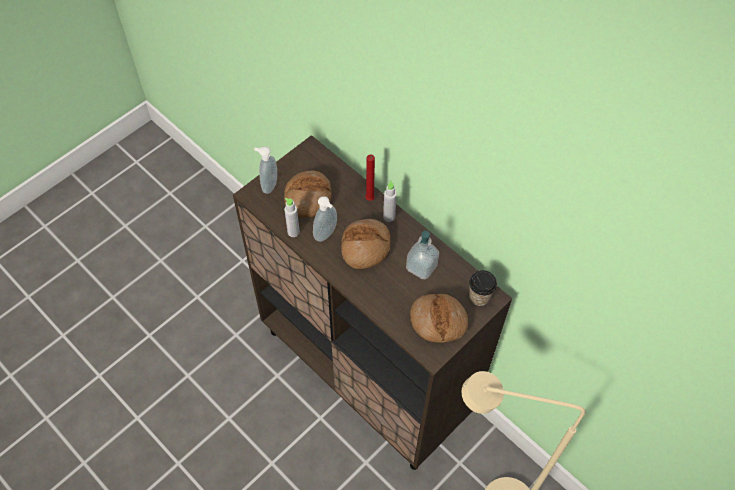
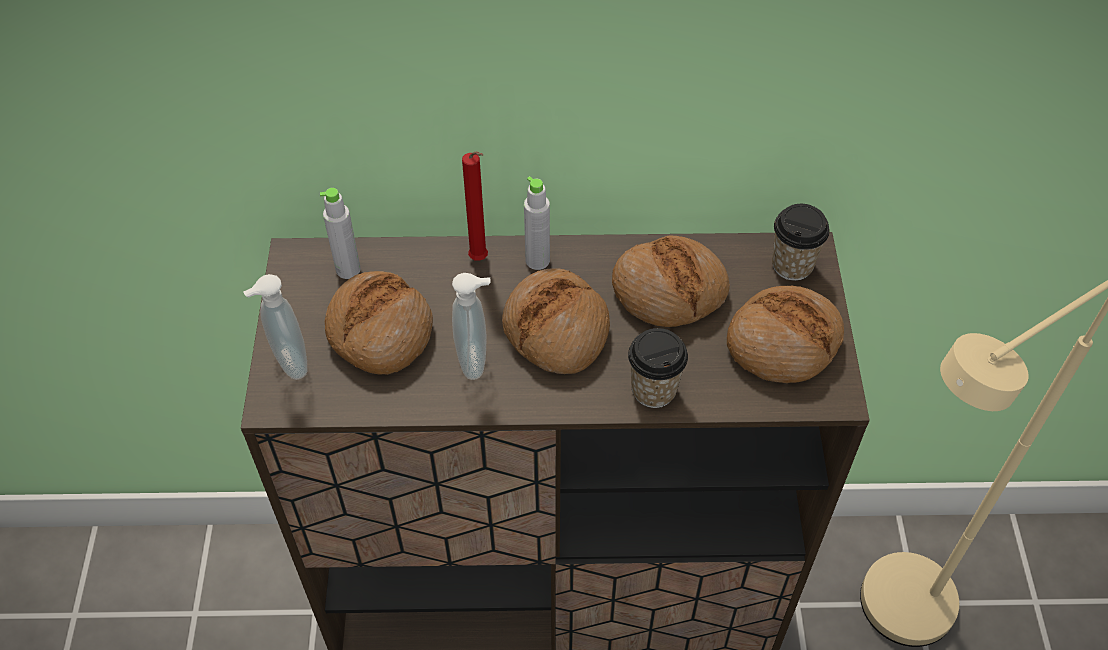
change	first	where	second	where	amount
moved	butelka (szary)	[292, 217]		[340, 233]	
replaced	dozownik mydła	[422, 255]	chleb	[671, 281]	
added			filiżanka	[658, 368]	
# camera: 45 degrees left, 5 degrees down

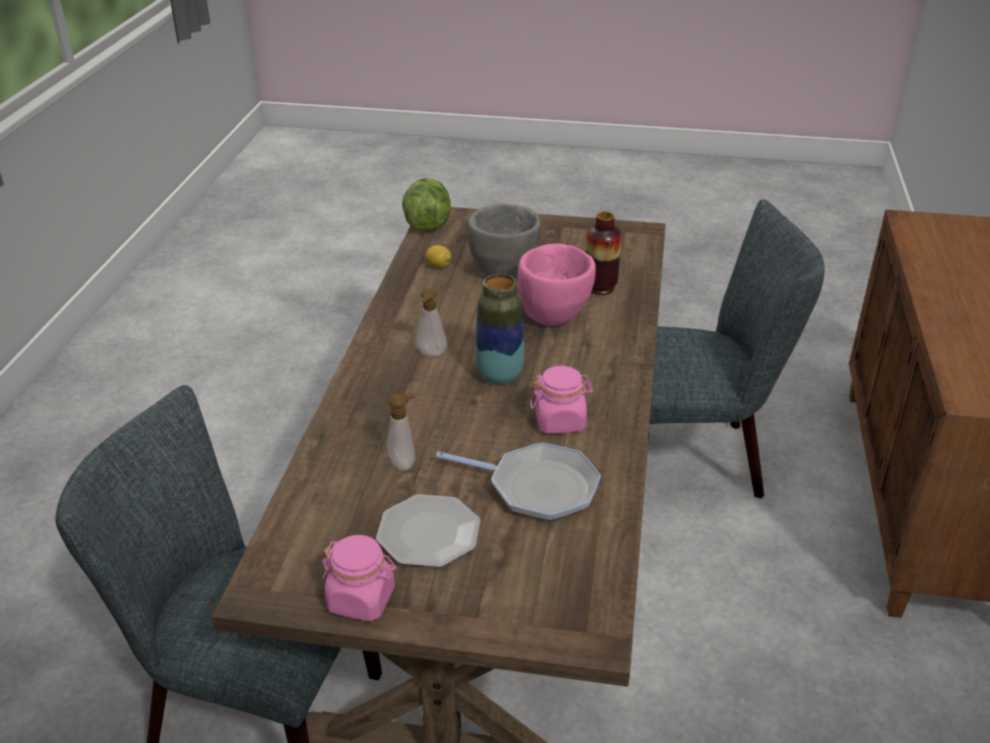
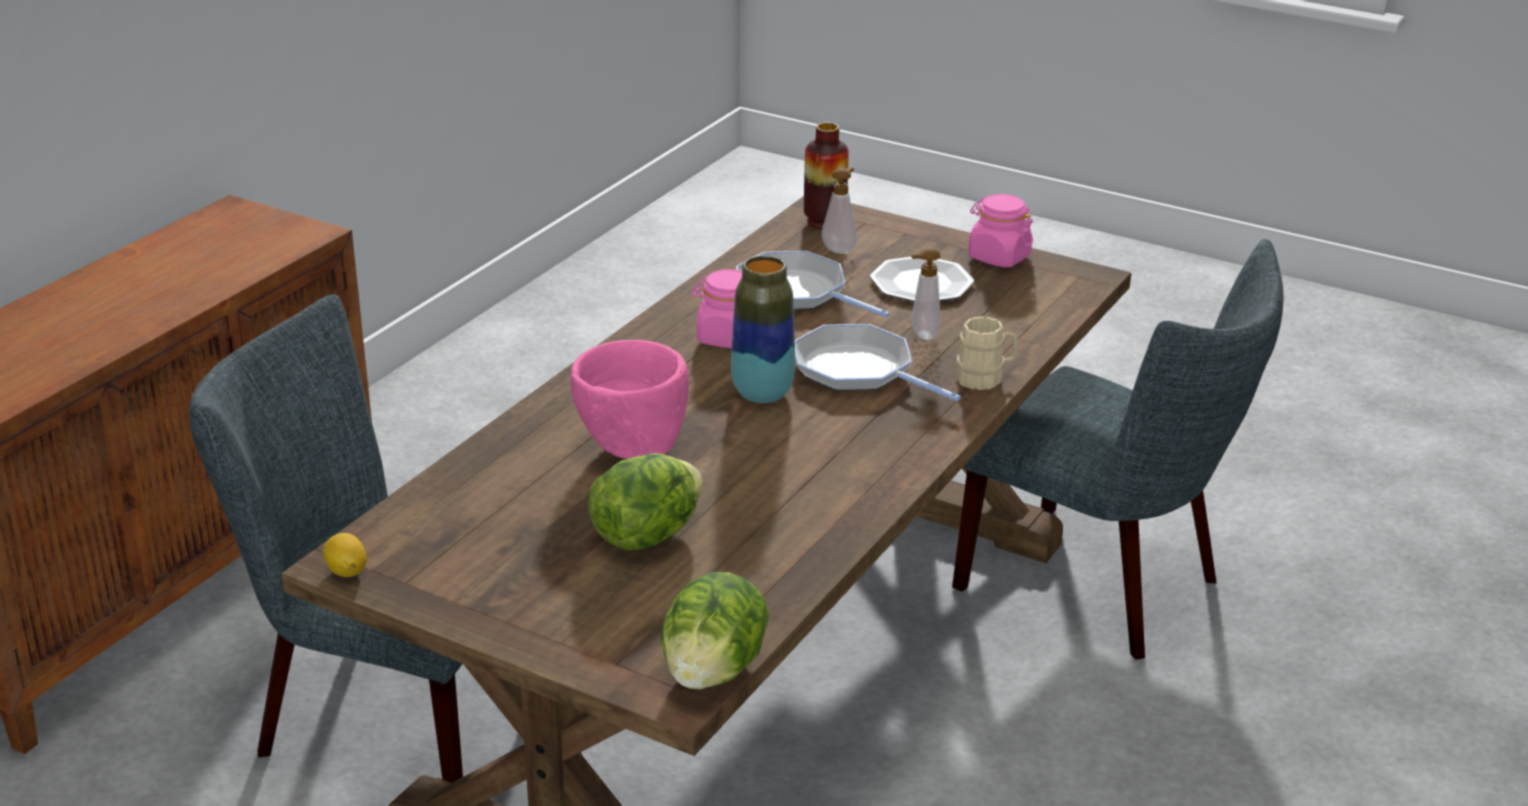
change	first	where	second	where	amount
replaced	miska (szary)	[504, 240]	sałata	[645, 501]	
moved	wazon	[604, 253]		[826, 176]	
moved	cytryna	[438, 256]		[344, 555]	
moved	dozownik mydła	[431, 322]		[839, 210]	
added			kubek (beżowy)	[987, 353]	
added			patelnia	[878, 362]	
# camera: 160 degrees left, 5 degrees down

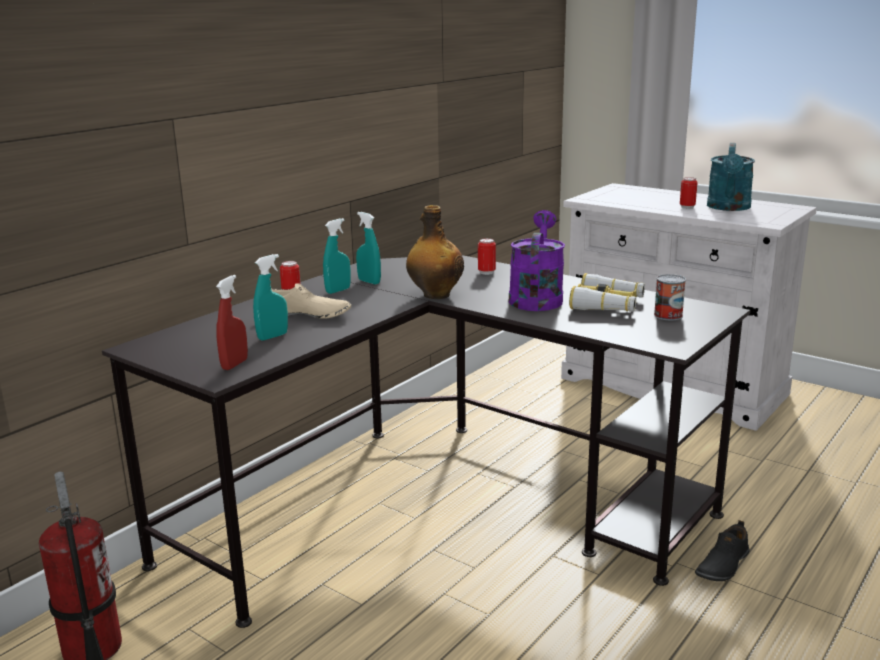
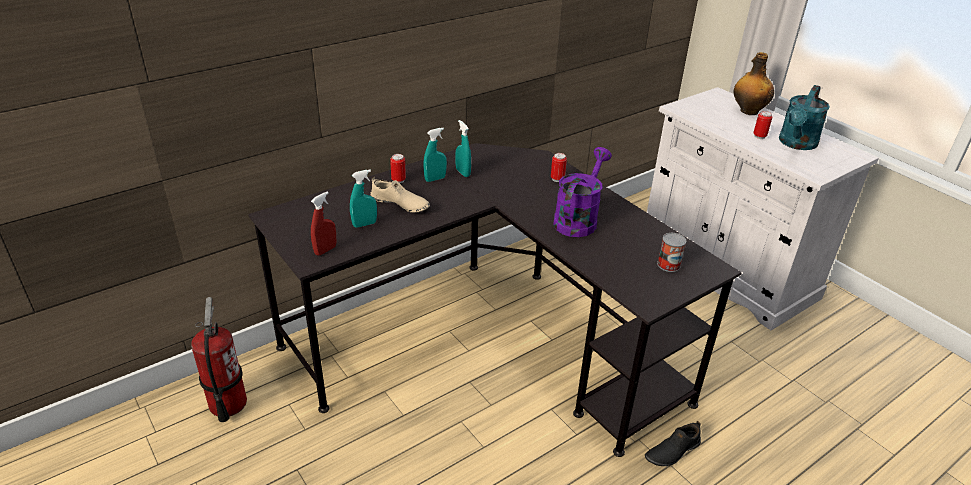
change	first	where	second	where	amount
moved	butelka	[435, 252]		[753, 83]	
removed	lornetka	[607, 292]			
# camera: 15 degrees right, 15 degrees up

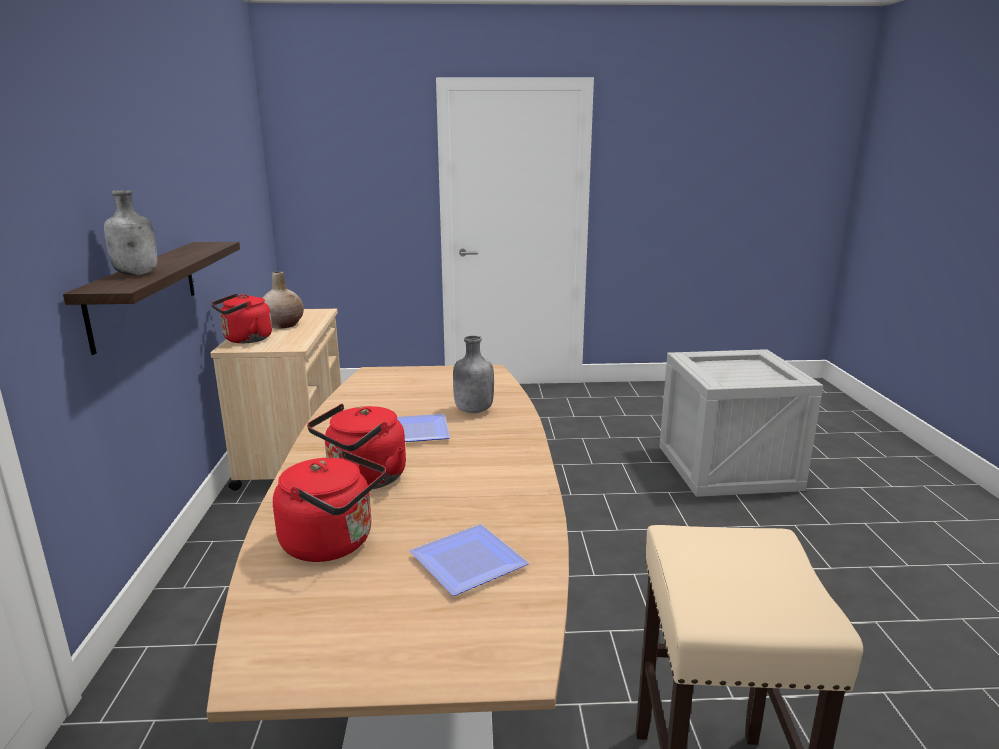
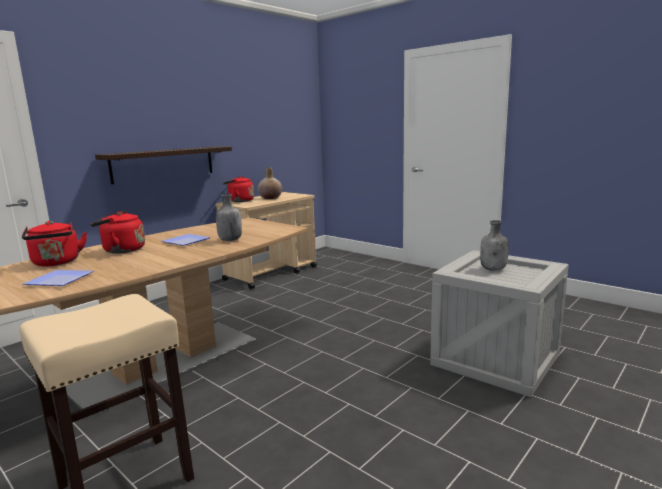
change	first	where	second	where	amount
moved	butelka (szary)	[130, 232]		[494, 245]	
# camera: 45 degrees right, 5 degrees down

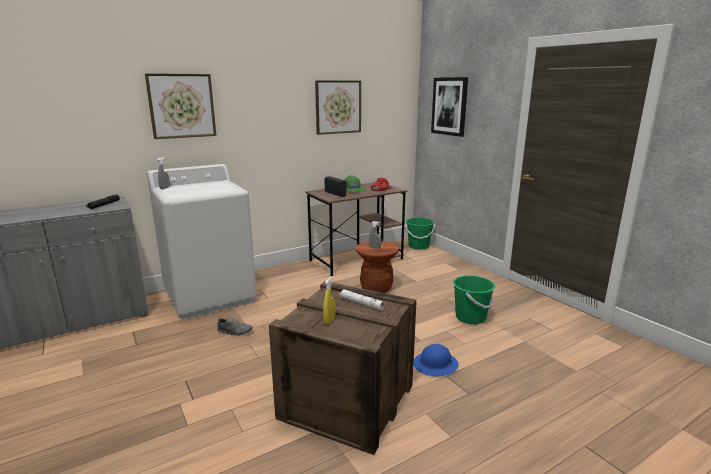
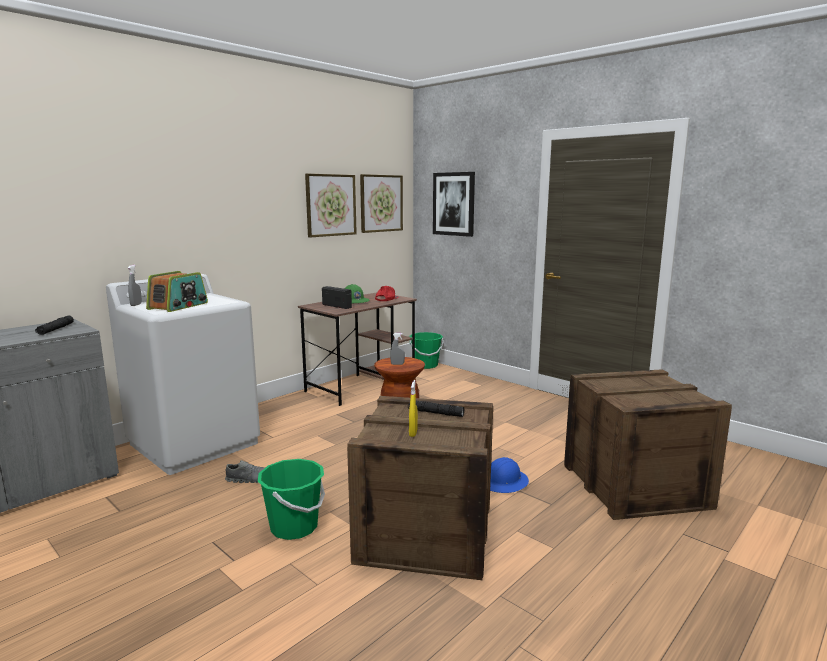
change	first	where	second	where	amount
moved	obraz	[180, 106]		[381, 203]	
moved	wiadro (zielony)	[474, 300]		[291, 499]	
recoloured	latarka (biały)	[361, 299]	latarka (czarny)	[436, 409]	
added			radio	[177, 291]	
added			skrzynka	[648, 444]	
# camera: 15 degrees left, 5 degrees down

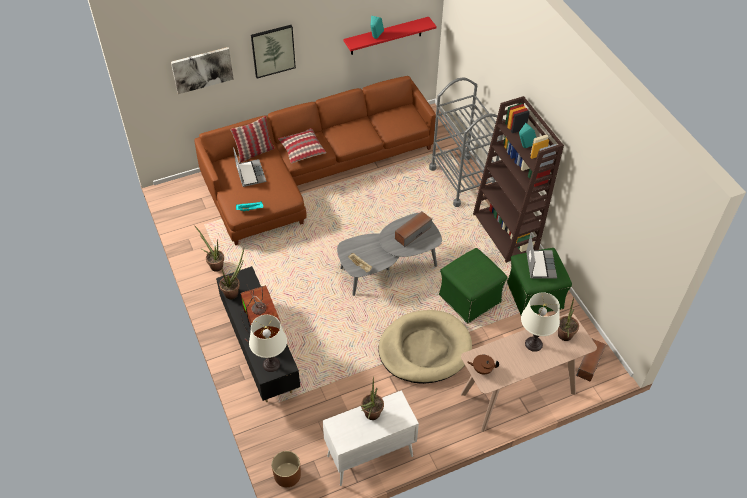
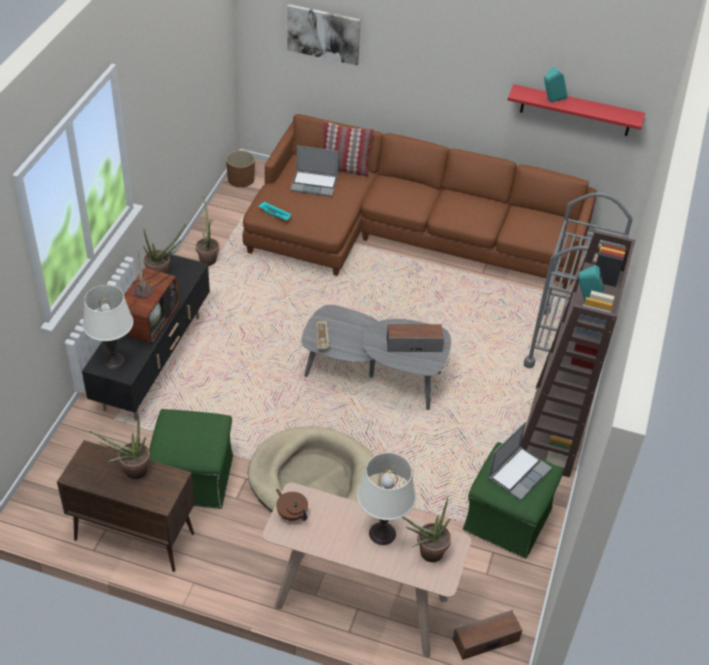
change	first	where	second	where	amount
removed	obraz	[273, 51]			
removed	poduszka	[302, 145]			
turned	laptop	[249, 167]		[315, 171]	75 degrees clockwise
moved	pufa (zielony)	[473, 286]		[191, 459]	
recoloured	szafka (biały)	[371, 438]	szafka (brązowy)	[126, 506]	
moved	donica (brązowy)	[286, 469]		[240, 168]	
# camera: 40 degrees right, 5 degrees down

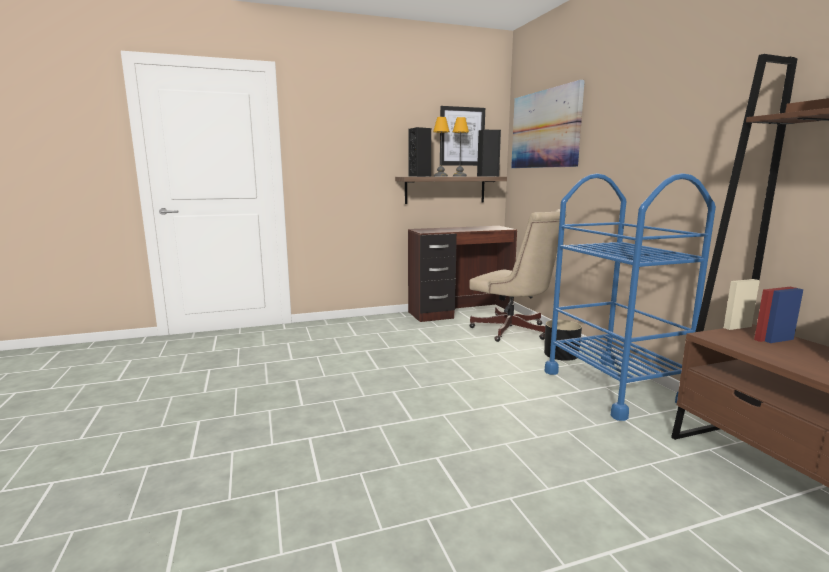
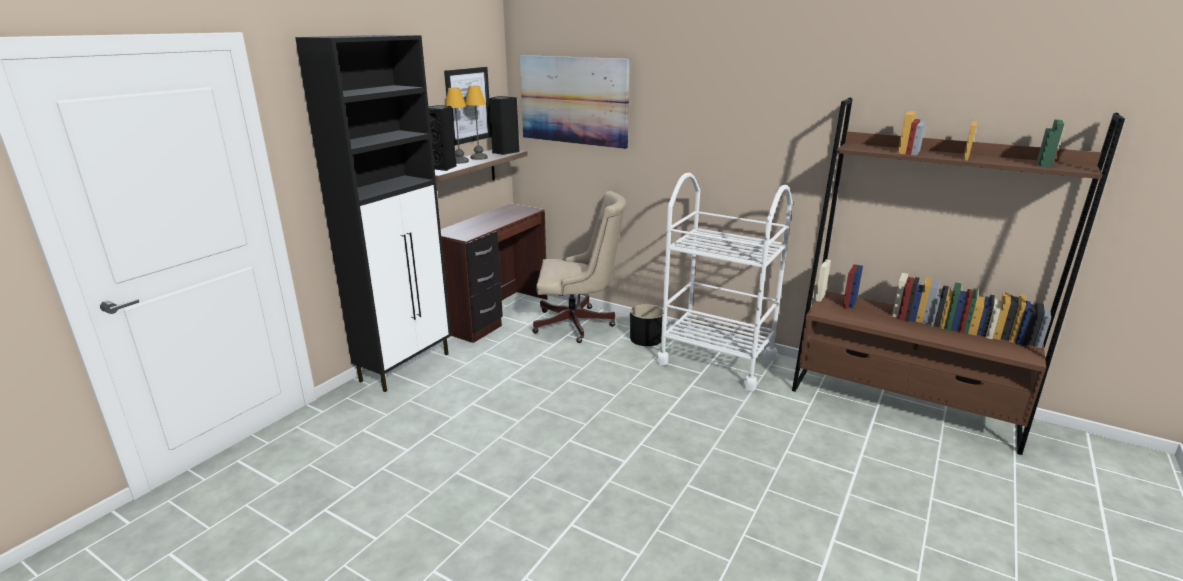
change	first	where	second	where	amount
recoloured	wózek (niebieski)	[630, 297]	wózek (biały)	[724, 281]	
added			szafka (czarny)	[373, 213]	
# camera: 40 degrees left, 10 degrees up

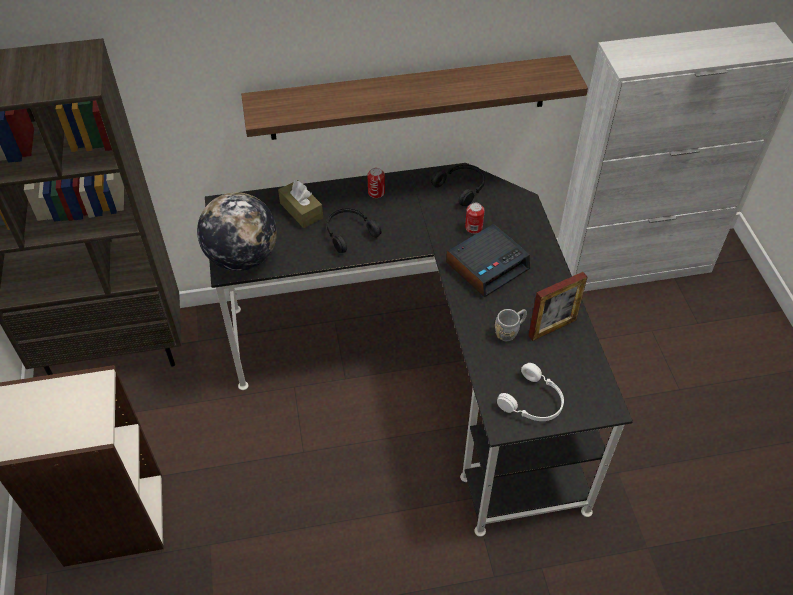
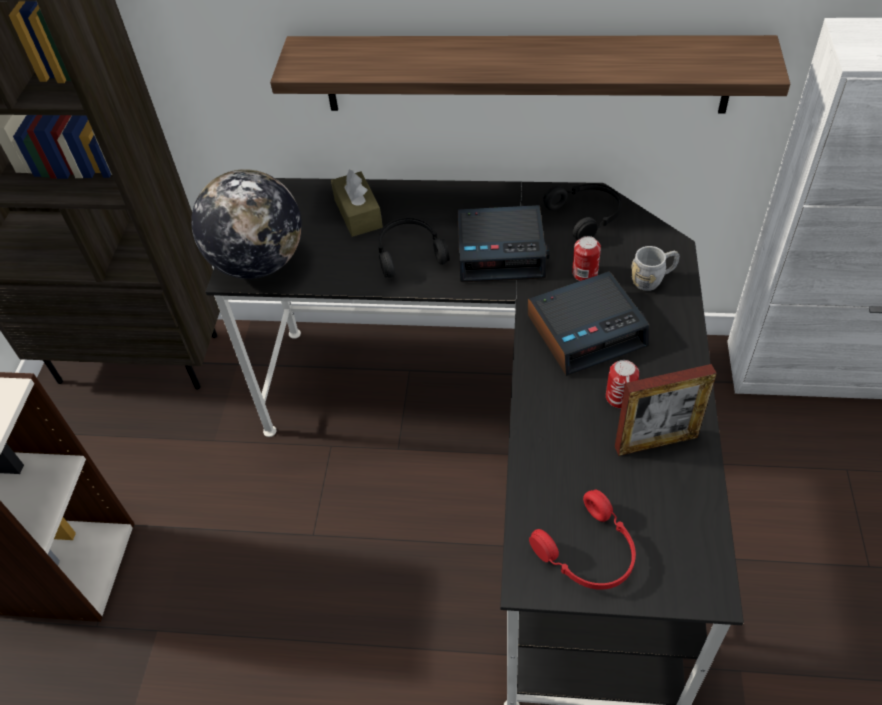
change	first	where	second	where	amount
moved	puszka	[376, 183]		[622, 384]	
moved	kubek (szary)	[511, 325]		[655, 268]	
recoloured	słuchawki (biały)	[530, 392]	słuchawki (czerwony)	[582, 540]	
added			budzik	[503, 243]	
# camera: 20 degrees right, 0 degrees up

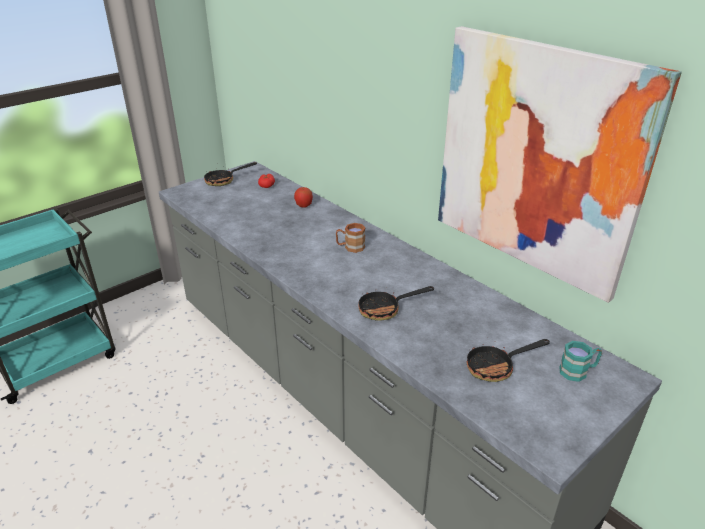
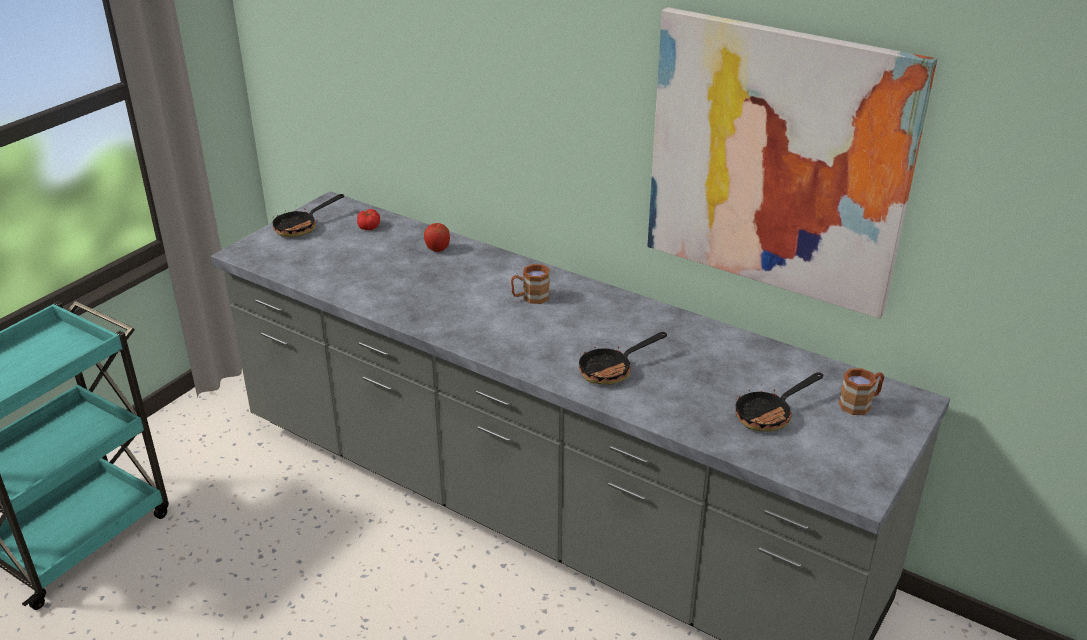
change	first	where	second	where	amount
recoloured	kubek (turkusowy)	[580, 361]	kubek (brązowy)	[861, 391]	
# camera: 15 degrees left, 0 degrees up

